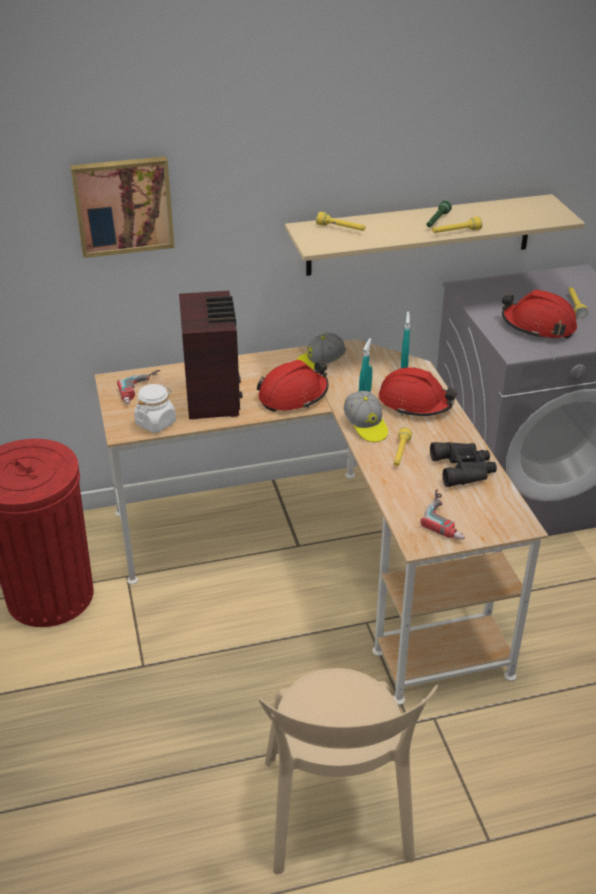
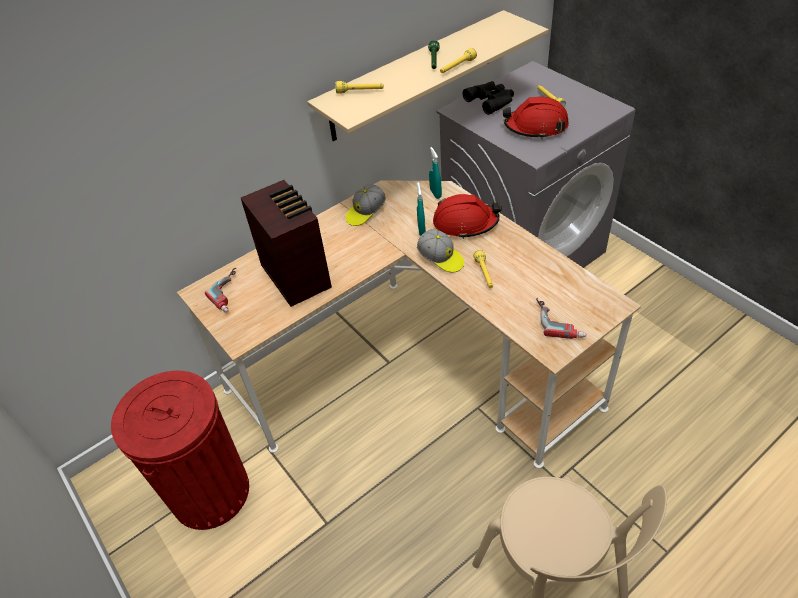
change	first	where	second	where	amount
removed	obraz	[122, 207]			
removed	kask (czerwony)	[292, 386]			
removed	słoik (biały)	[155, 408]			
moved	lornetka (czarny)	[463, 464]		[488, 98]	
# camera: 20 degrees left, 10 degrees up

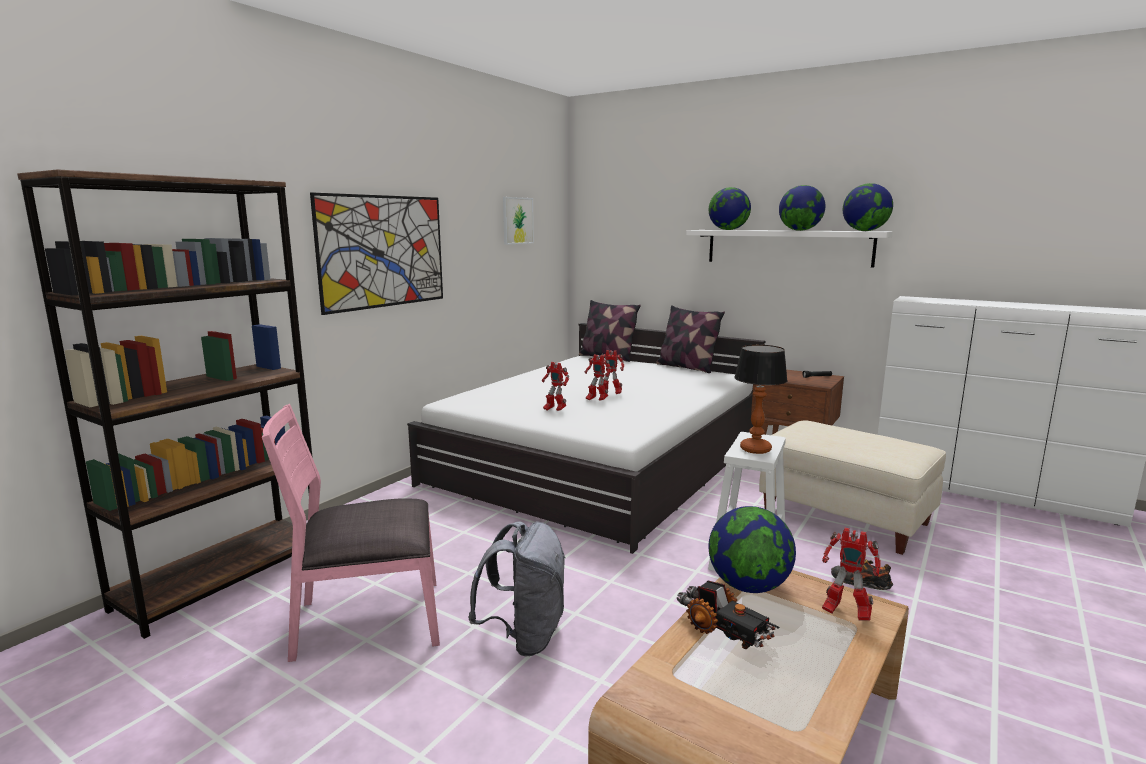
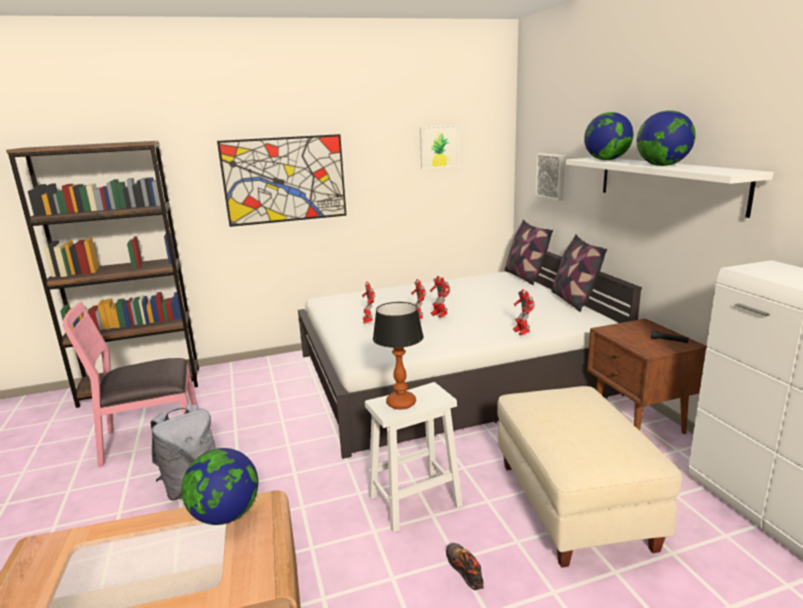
change	first	where	second	where	amount
removed	globus	[868, 207]			
turned	krzesło (różowy)	[351, 533]		[130, 384]	45 degrees counterclockwise
moved	robot zabawkowy	[851, 574]		[524, 312]	
removed	ciężarówka zabawkowa	[728, 615]			
added			obraz	[550, 177]	
# camera: 40 degrees right, 5 degrees up

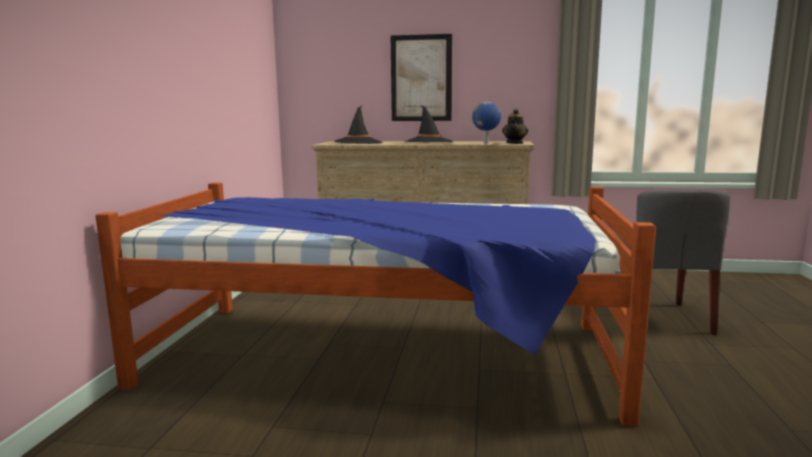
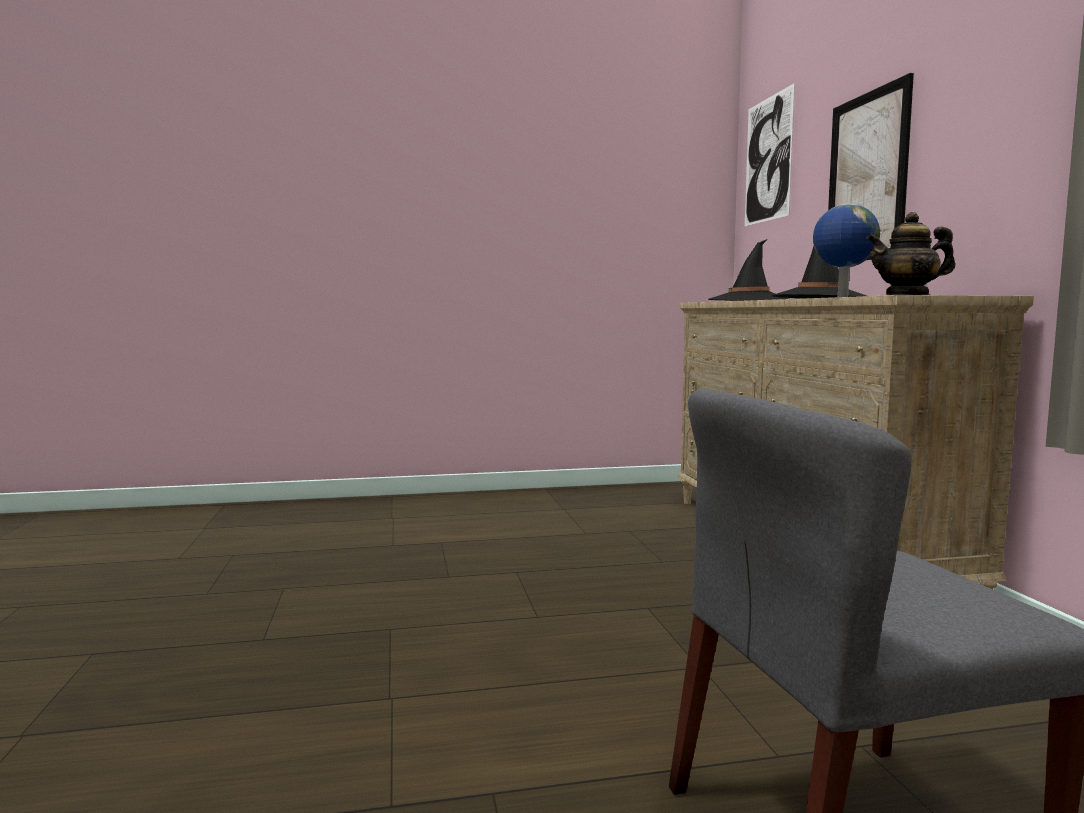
change	first	where	second	where	amount
removed	łóżko	[375, 304]			
added			obraz	[770, 154]	
# camera: 70 degrees right, 5 degrees down

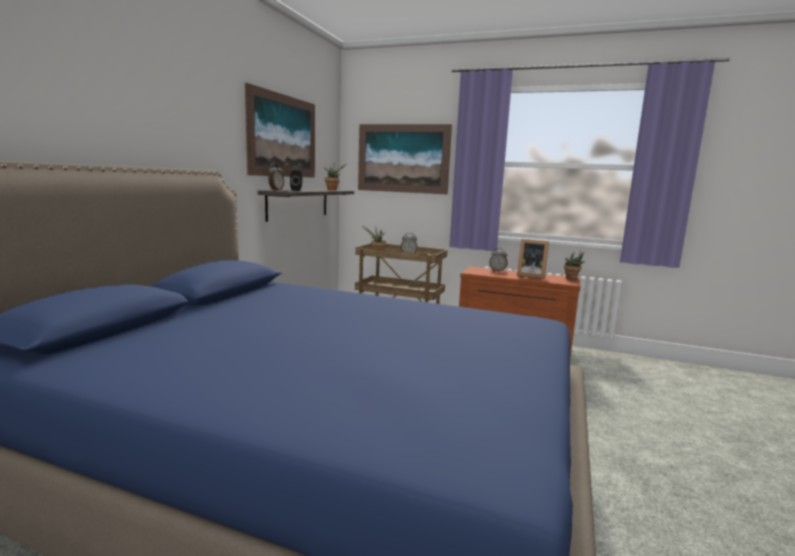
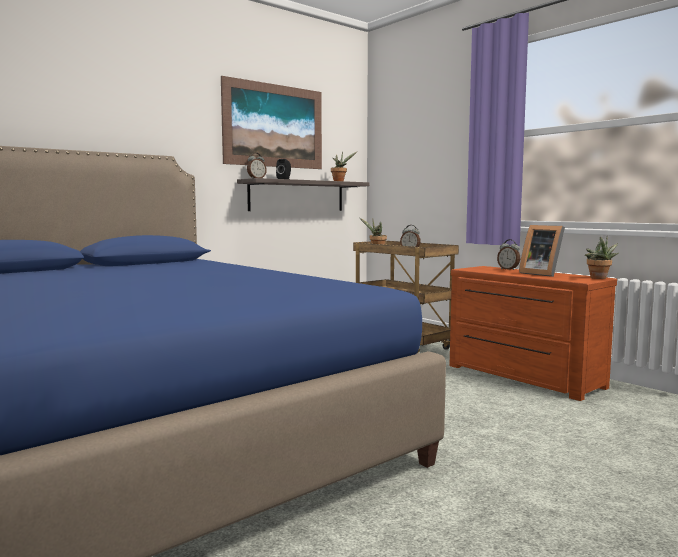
change	first	where	second	where	amount
removed	obraz	[405, 159]			
# camera: 30 degrees right, 5 degrees down

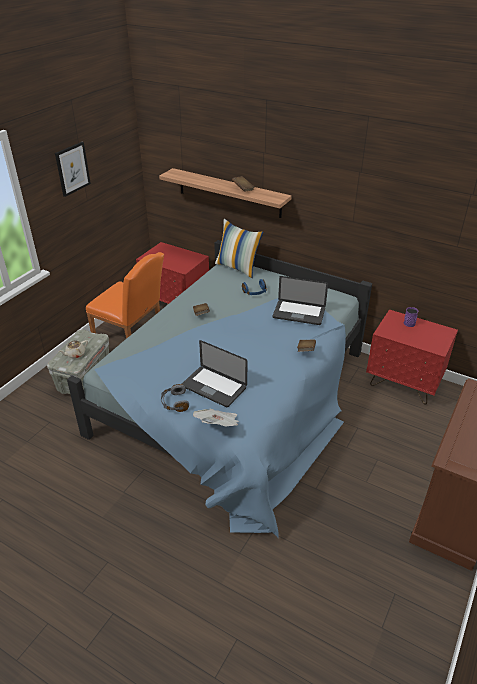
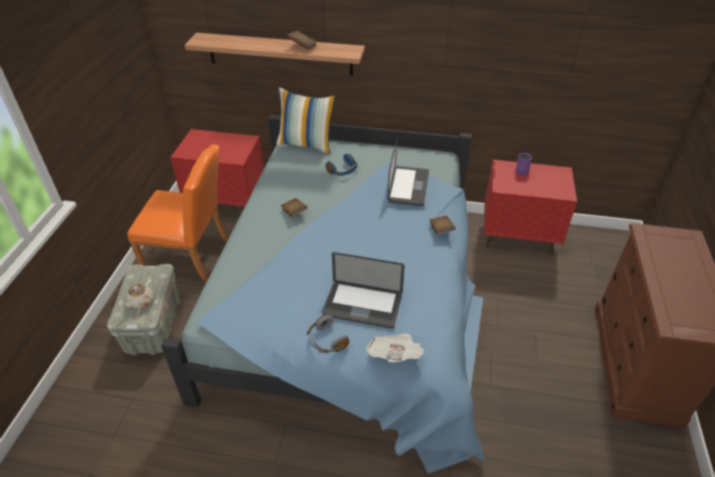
change	first	where	second	where	amount
removed	obraz	[73, 169]			
turned	laptop	[300, 300]		[408, 172]	75 degrees counterclockwise
# camera: 20 degrees left, 5 degrees up

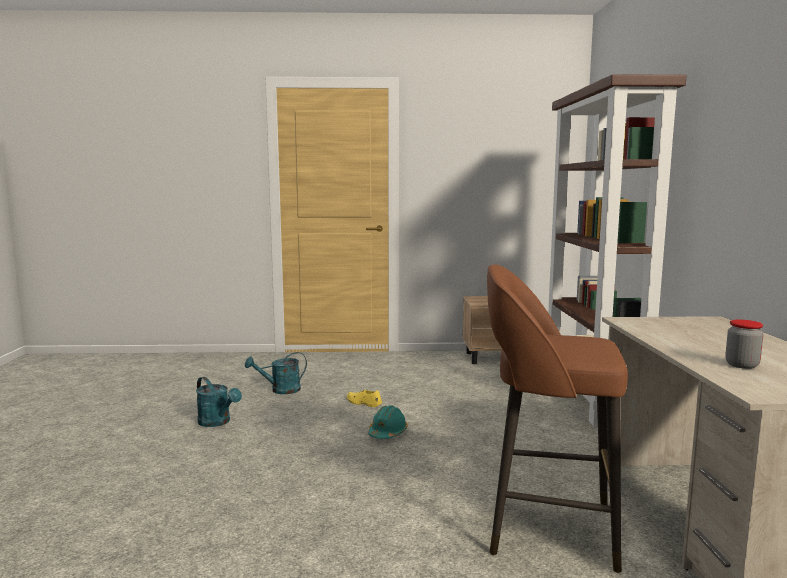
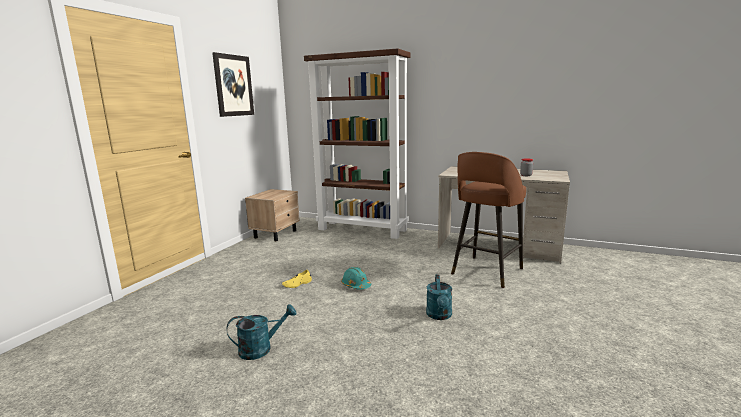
change	first	where	second	where	amount
moved	konewka (turkusowy)	[276, 373]		[439, 297]	
added			obraz	[233, 84]	
# camera: 65 degrees left, 5 degrees up

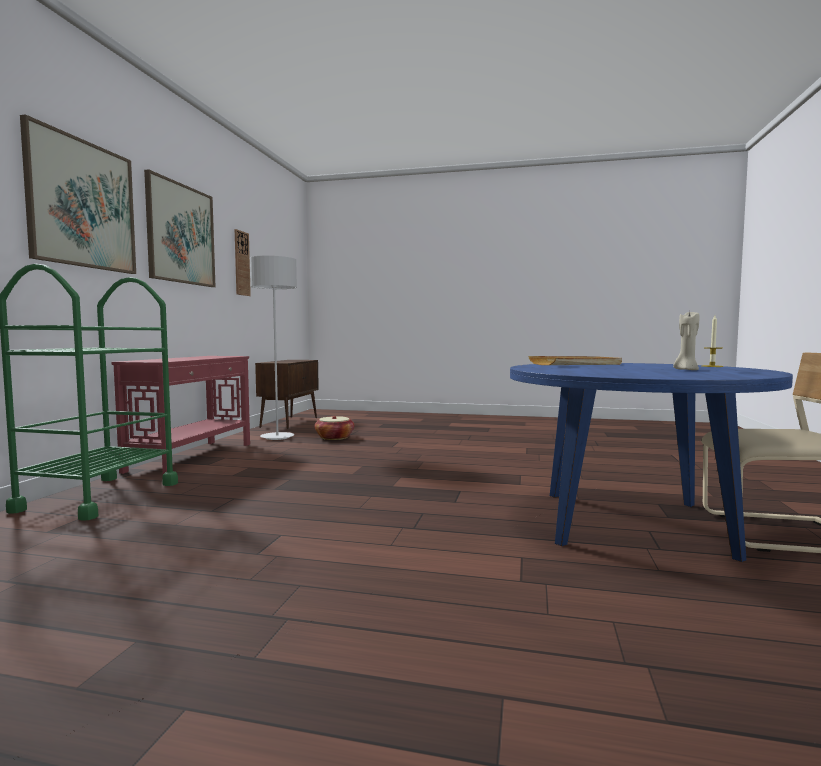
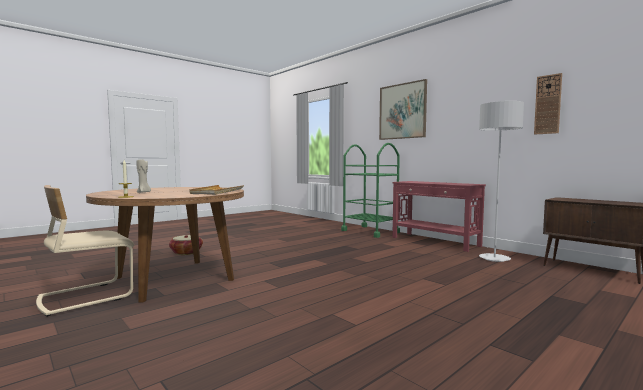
change	first	where	second	where	amount
removed	obraz	[180, 228]			
recoloured	stół jadalny (niebieski)	[651, 462]	stół jadalny (brązowy)	[165, 245]	
moved	koszyk	[334, 428]		[186, 245]	
# camera: 125 degrees right, 0 degrees up

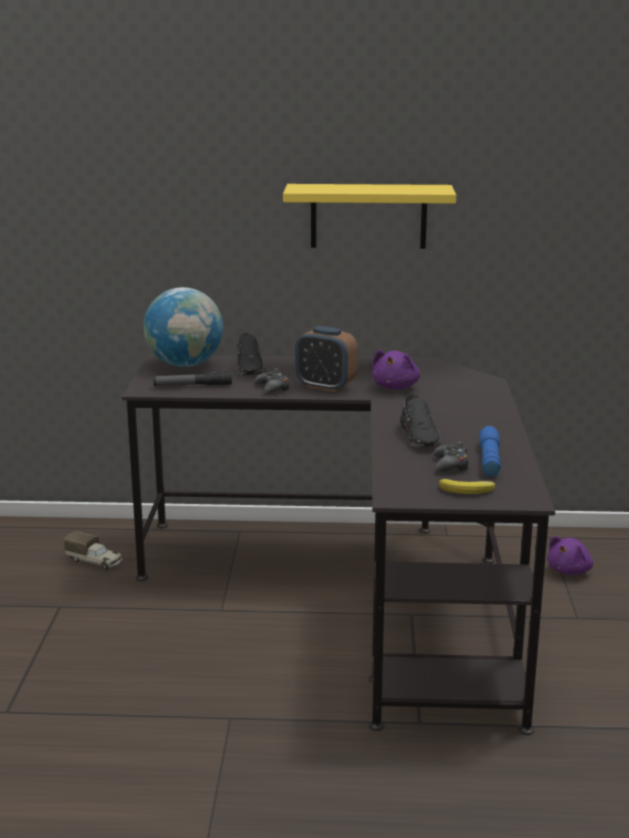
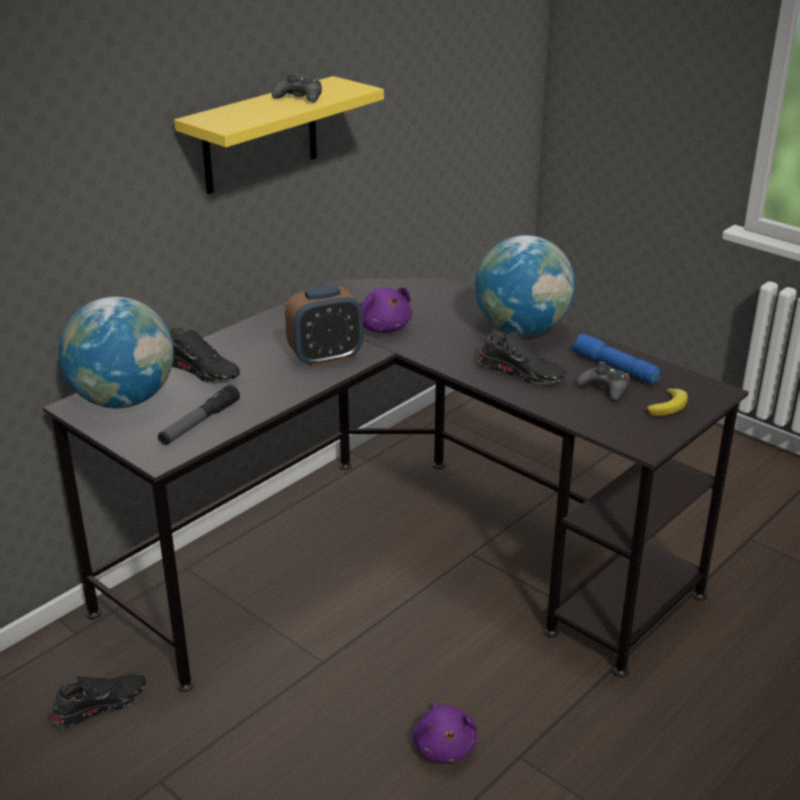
change	first	where	second	where	amount
moved	pad do gier (czarny)	[272, 381]		[297, 87]	
replaced	ciężarówka zabawkowa	[93, 550]	but (czarny)	[97, 700]	
moved	pluszak (fioletowy)	[570, 555]		[444, 732]	
added			globus	[525, 285]	
# camera: 50 degrees left, 10 degrees up

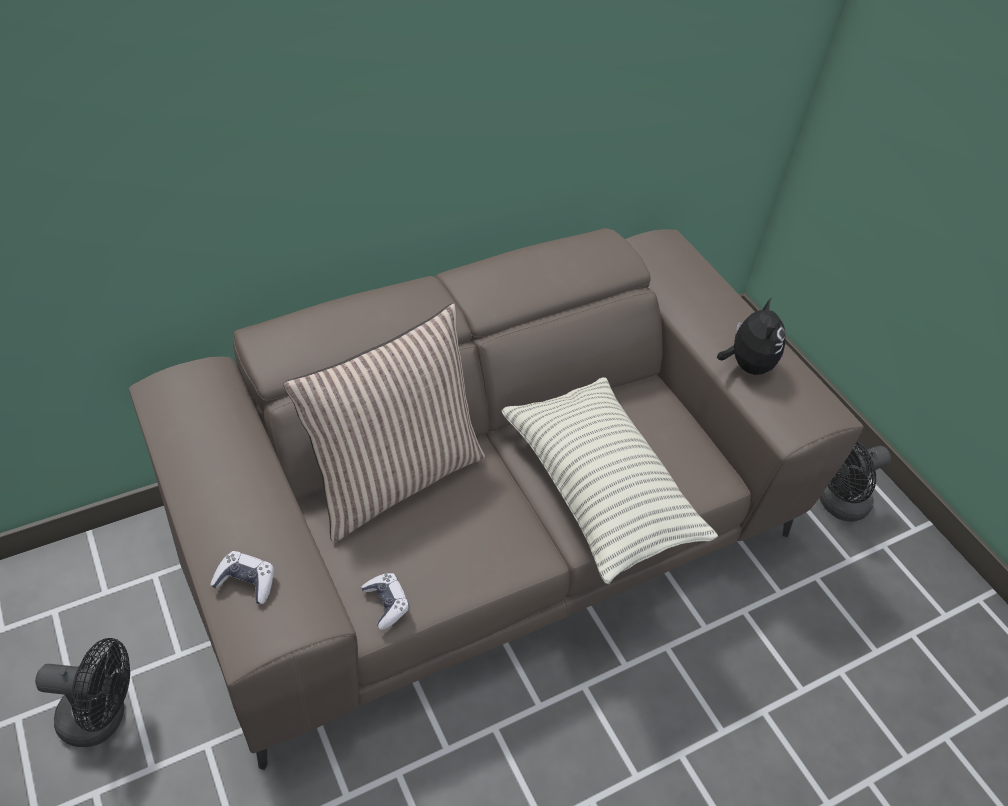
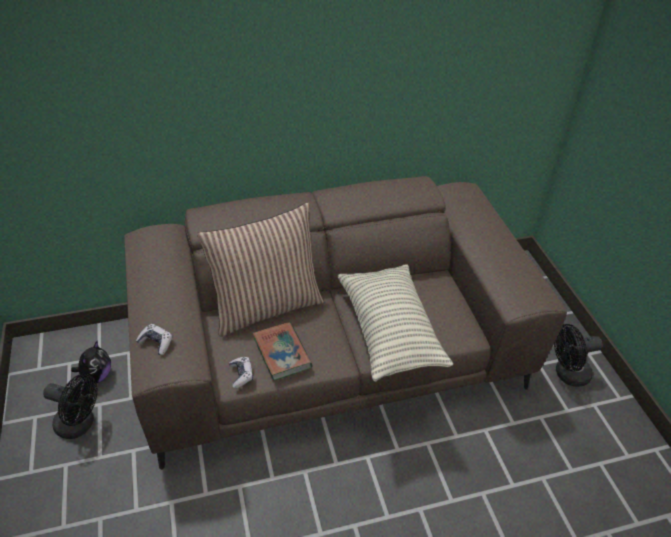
change	first	where	second	where	amount
moved	pluszak	[751, 336]		[91, 362]	
added			książka	[283, 351]	
# camera: 15 degrees right, 5 degrees down

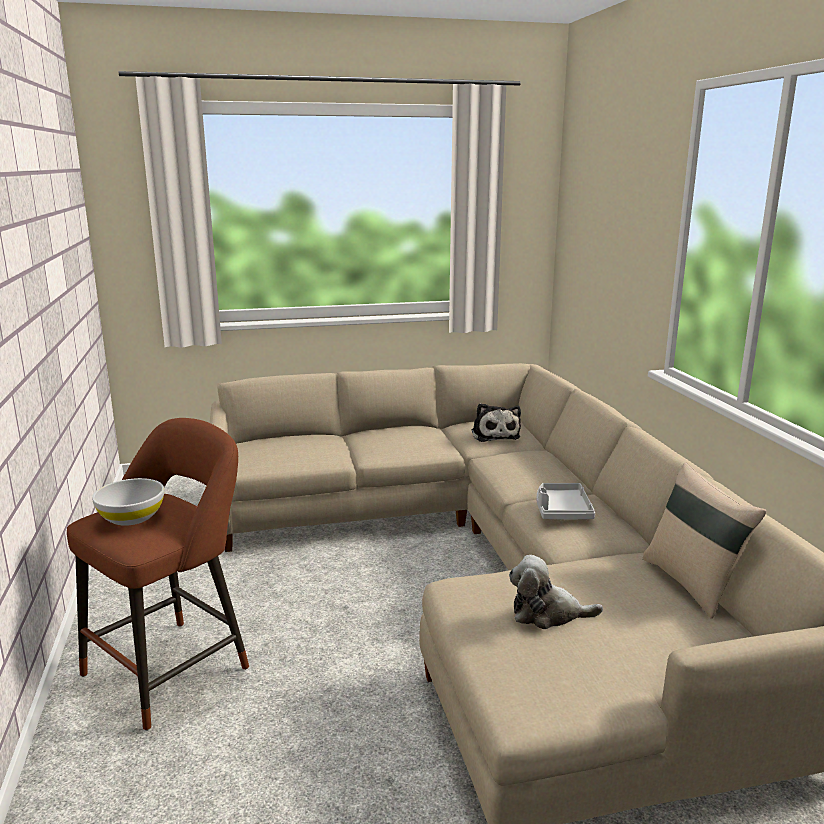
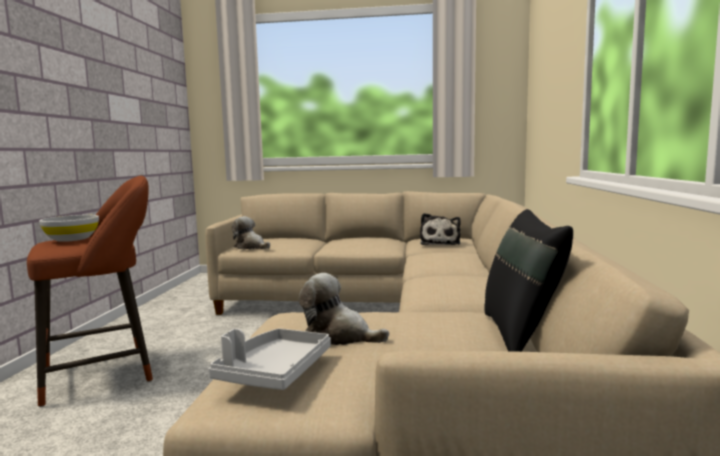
change	first	where	second	where	amount
recoloured	poduszka (beżowy)	[705, 540]	poduszka (czarny)	[528, 280]	
moved	taca (szary)	[566, 501]		[269, 359]	
added			pluszak	[251, 232]	
# camera: 20 degrees right, 10 degrees down

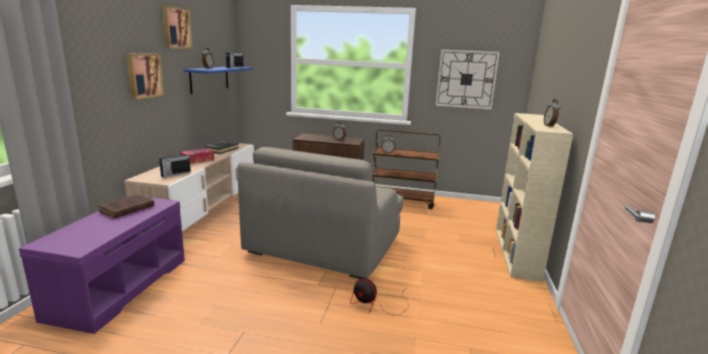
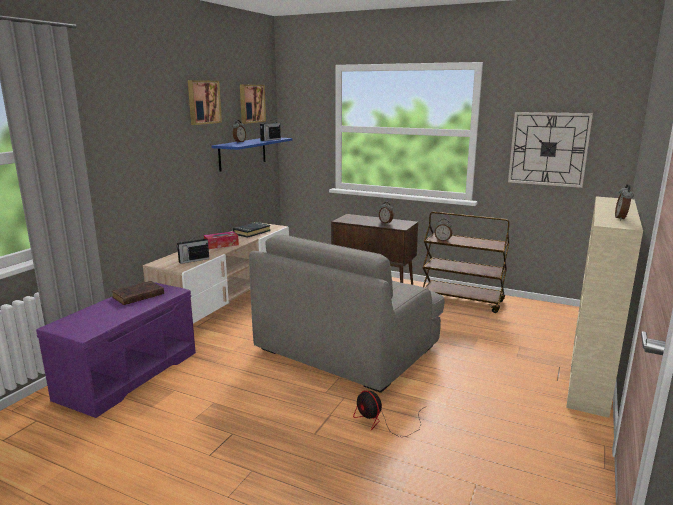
change	first	where	second	where	amount
moved	obraz	[145, 77]		[253, 104]	
# camera: 15 degrees right, 0 degrees up

